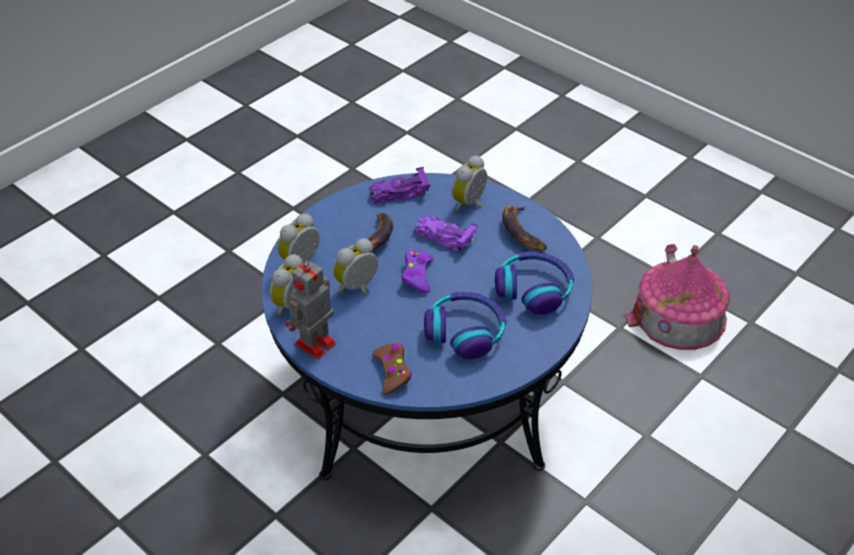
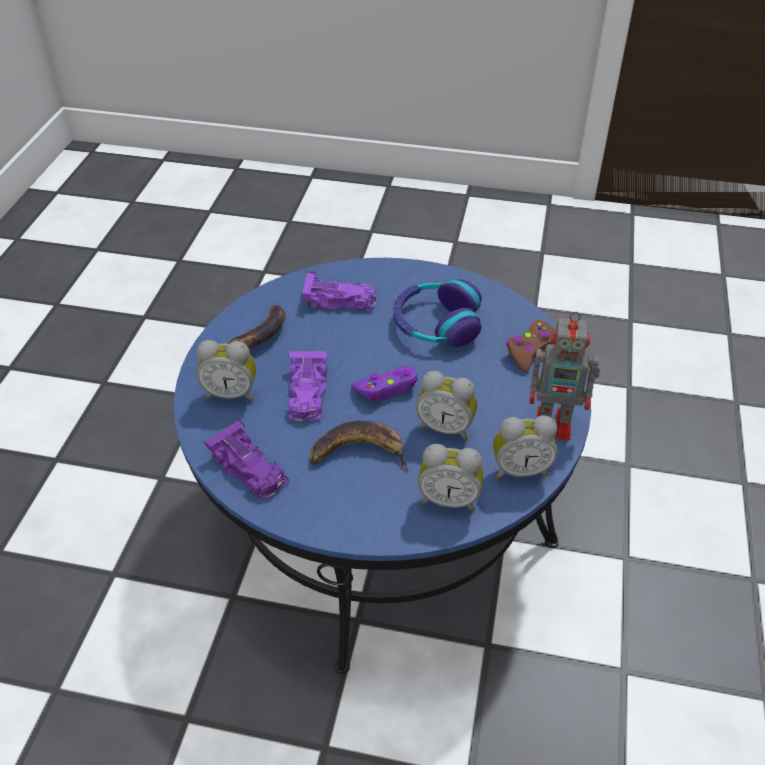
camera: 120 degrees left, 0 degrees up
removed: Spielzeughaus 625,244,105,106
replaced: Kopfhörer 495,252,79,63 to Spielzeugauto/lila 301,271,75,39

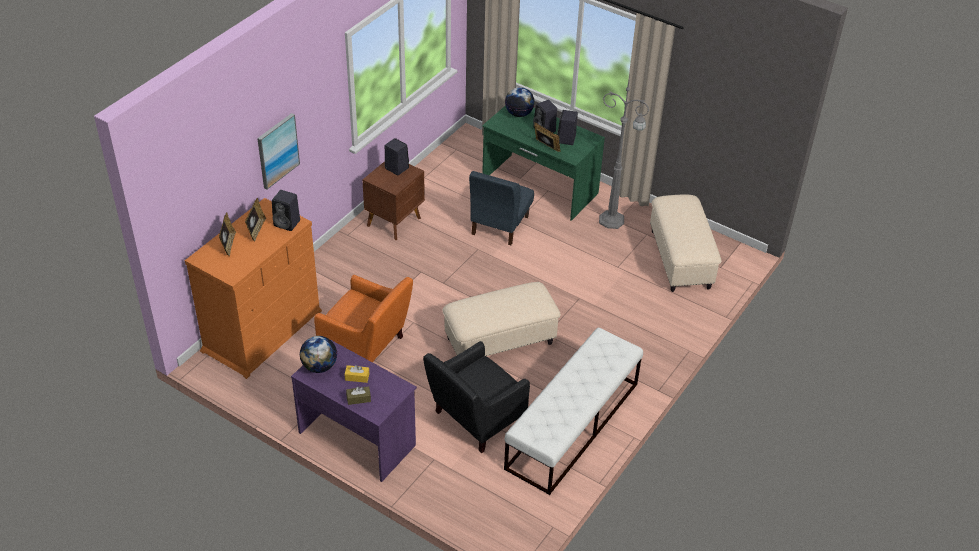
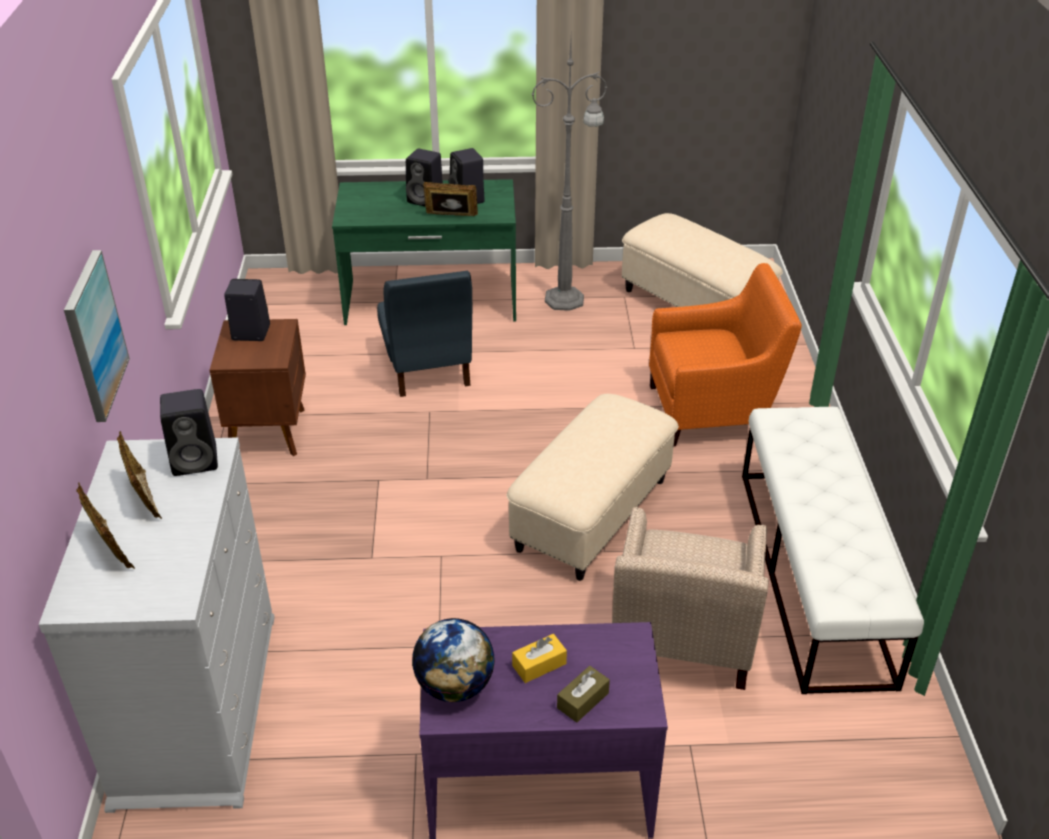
camera: 35 degrees left, 5 degrees down
removed: Globus 505,87,30,30
moved: Sessel/orange 314,275,99,87 to 649,263,153,183
recoloured: Kommode/orange 185,198,137,181 to Kommode/weiß 39,437,236,376; Sessel/schwarz 423,341,107,112 to Sessel/beige 612,507,157,183

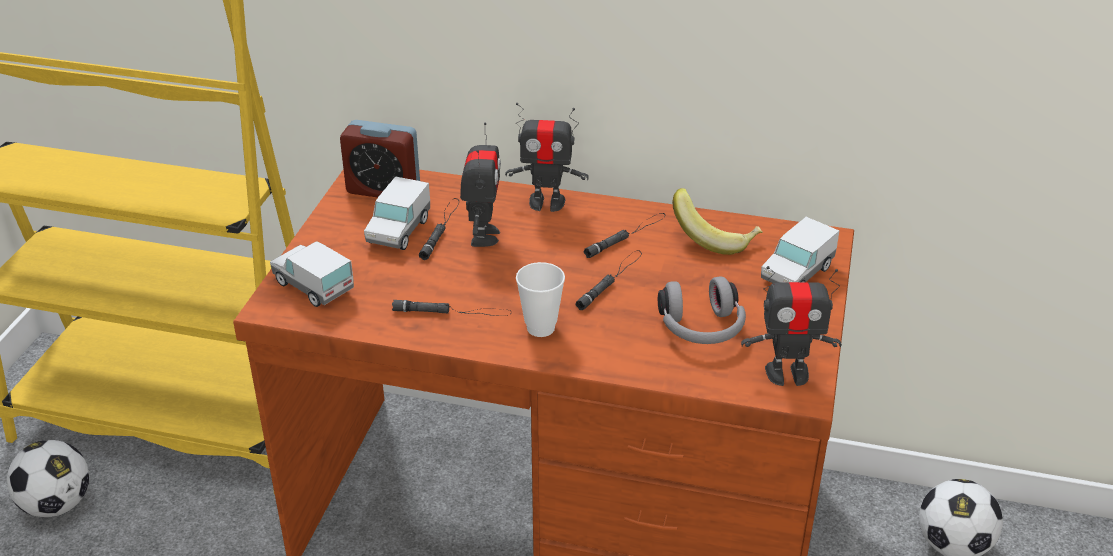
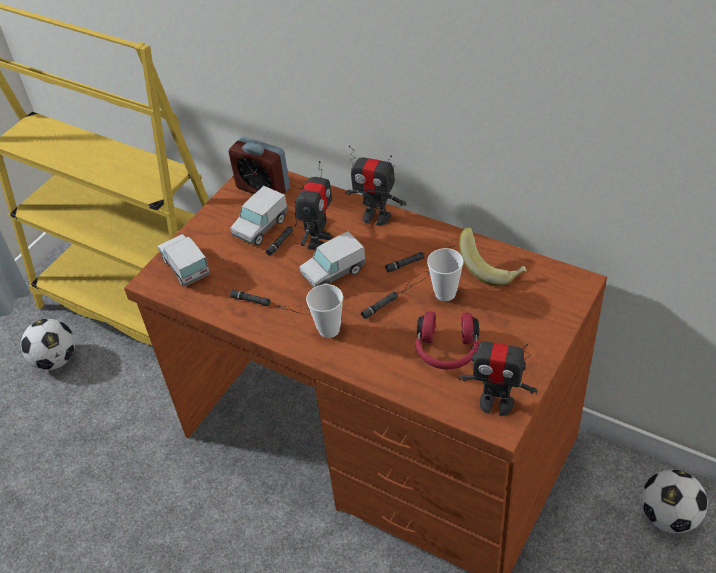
camera: 20 degrees right, 10 degrees up
added: Tasse 427,248,37,53
moved: Spielzeuglaster 761,217,78,66 to 299,231,66,56
recoloured: Kopfhörer/grau 658,277,88,67 to Kopfhörer/rot 415,311,65,58

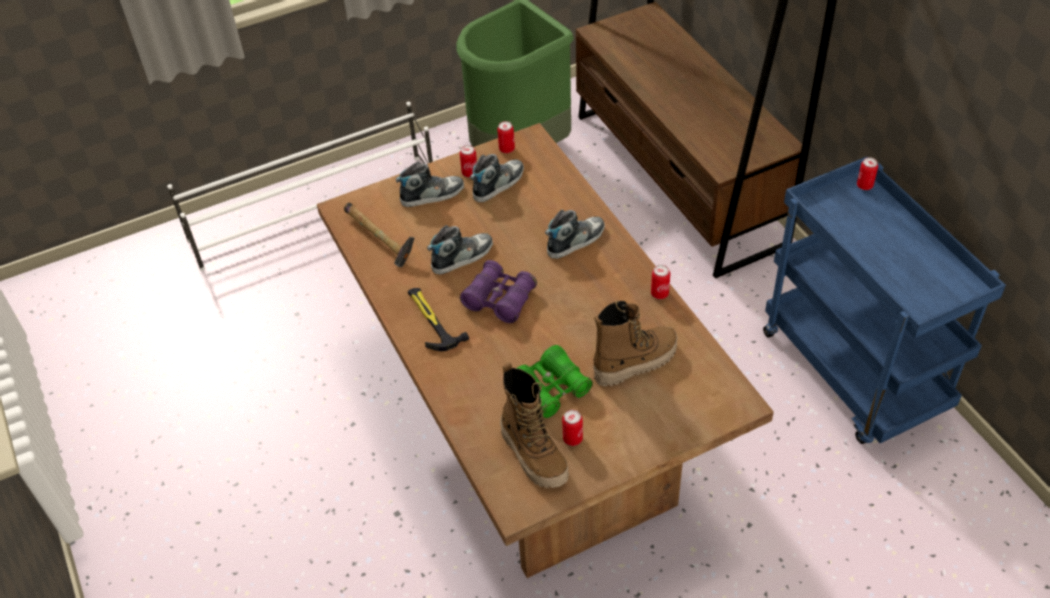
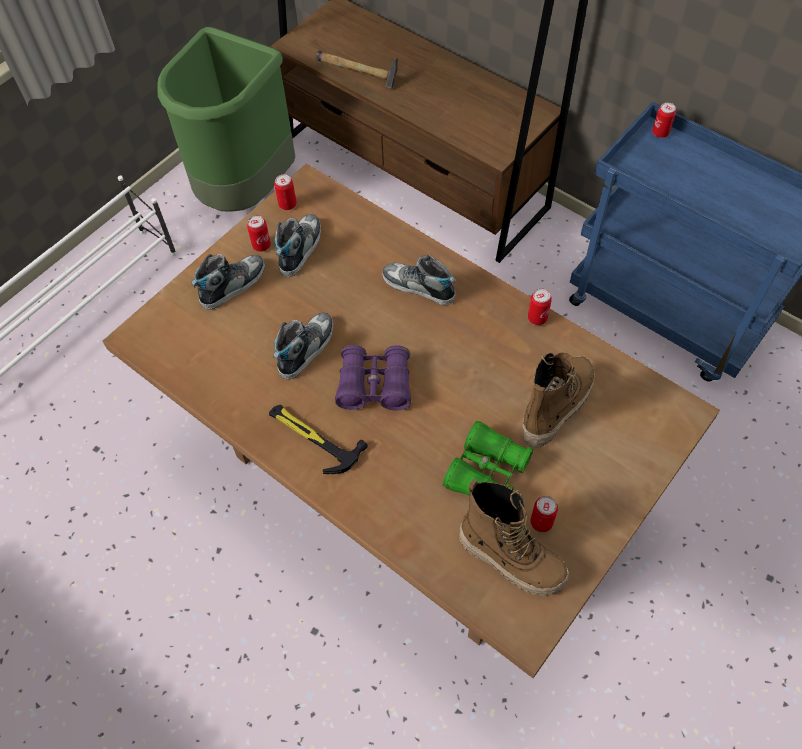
camera: 25 degrees left, 10 degrees up
moved: Hammer 344,202,70,65 to 316,51,81,38
turned: Schuh 545,209,60,50 = 382,255,73,50 90 degrees counterclockwise

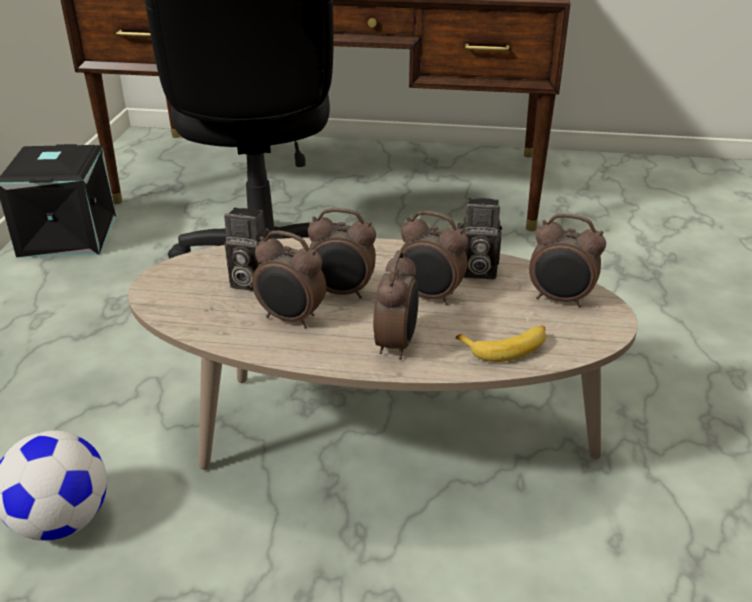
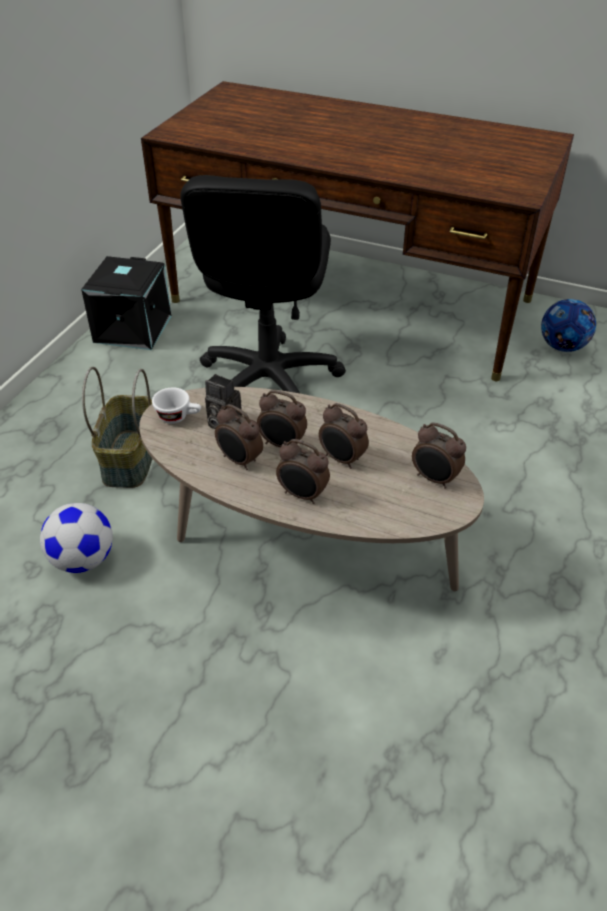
camera: 15 degrees right, 10 degrees up
removed: Kamera 457,198,45,81; Banane 456,326,90,36
added: Fußball 541,299,55,53; Korb 82,367,70,121; Tasse/weiß 152,387,49,37
turned: Wecker 373,250,46,110 = 276,439,54,65 90 degrees clockwise

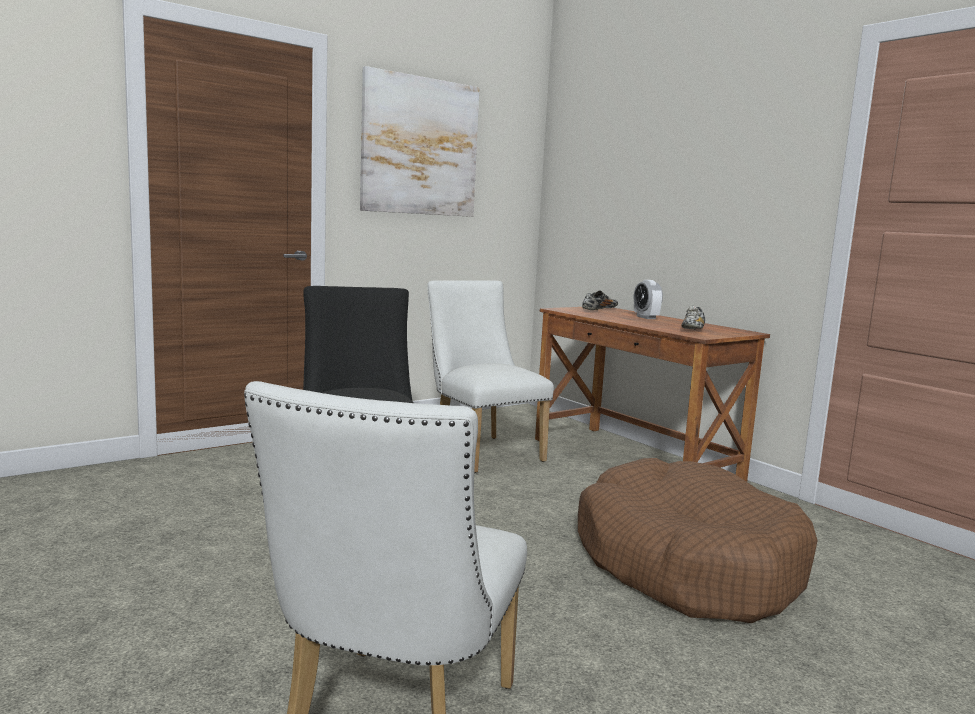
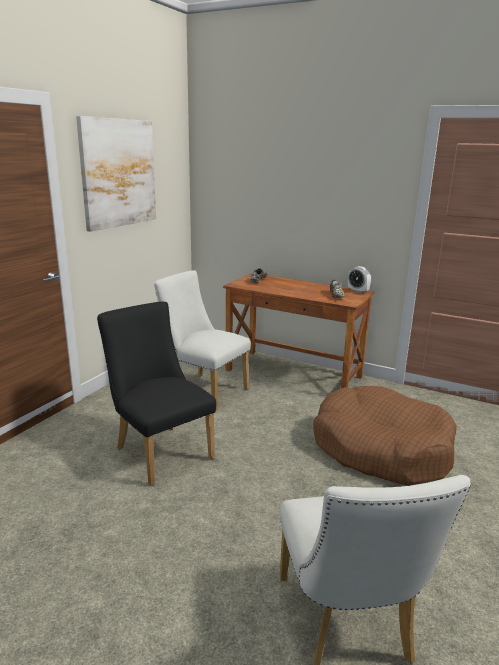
camera: 25 degrees left, 10 degrees up
moved: Wecker 634,280,29,39 to 348,266,23,28

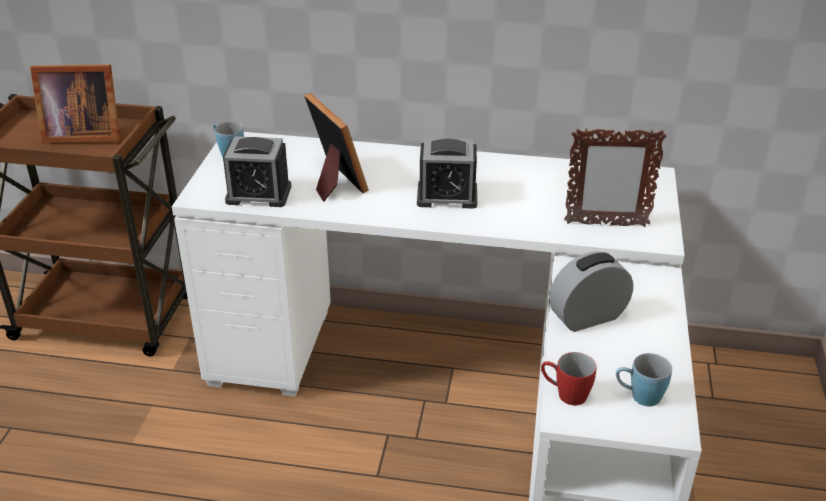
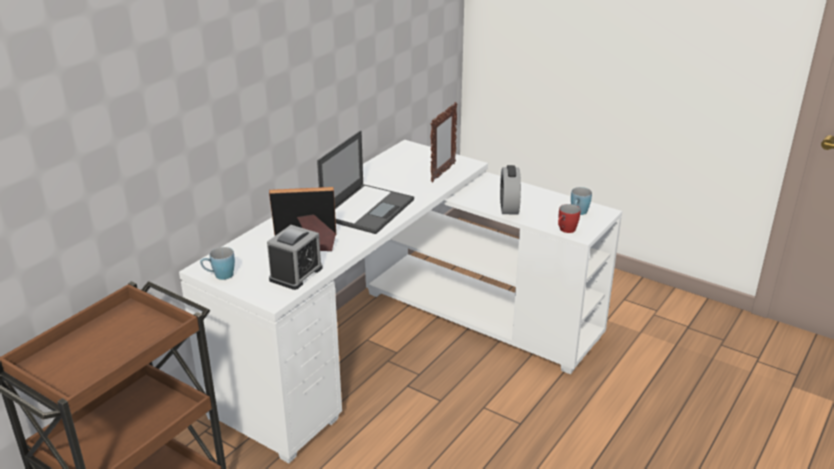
camera: 65 degrees left, 5 degrees down
removed: Bilderrahmen 30,64,90,79
replaced: Wecker 417,138,60,70 to Laptop 317,131,97,103

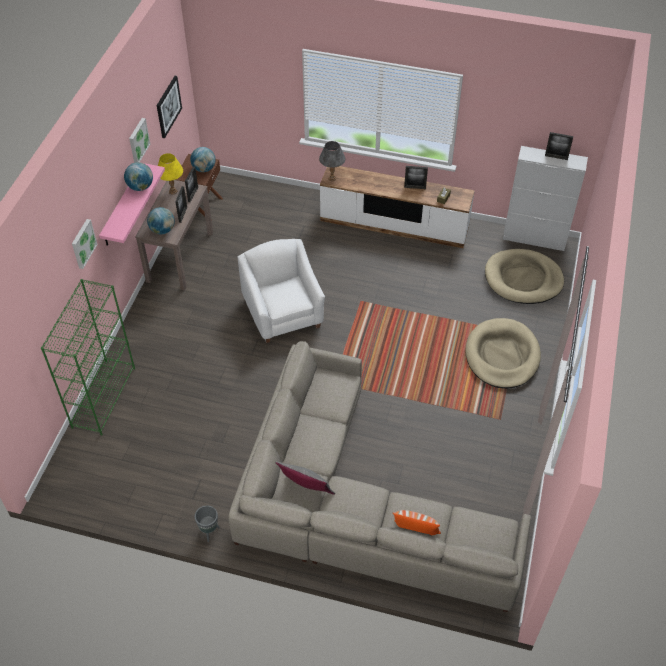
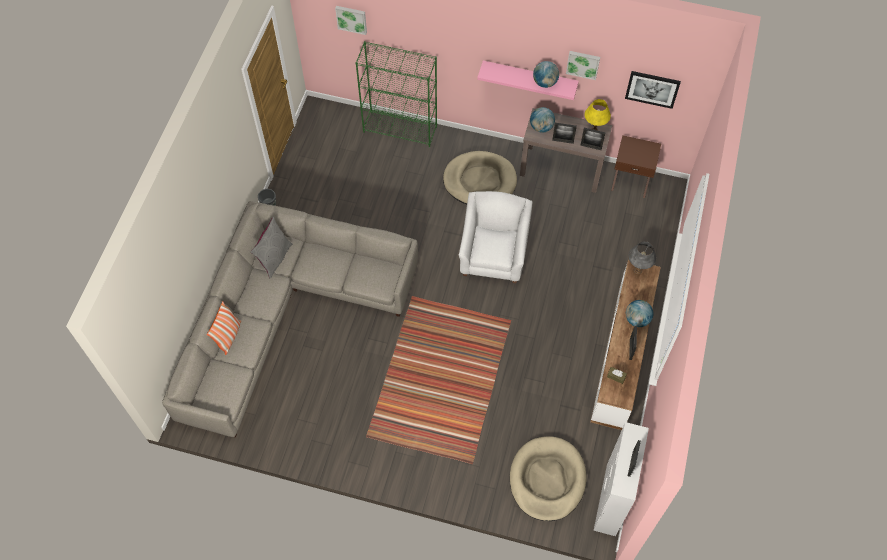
camera: 90 degrees right, 10 degrees up
moved: Globus 190,147,26,25 to 626,300,27,27; Bild 72,219,26,50 to 335,6,32,29; Hundebett/beige 465,318,76,71 to 443,151,74,53
turned: Sessel/weiß 237,239,88,104 = 459,191,73,92 60 degrees counterclockwise

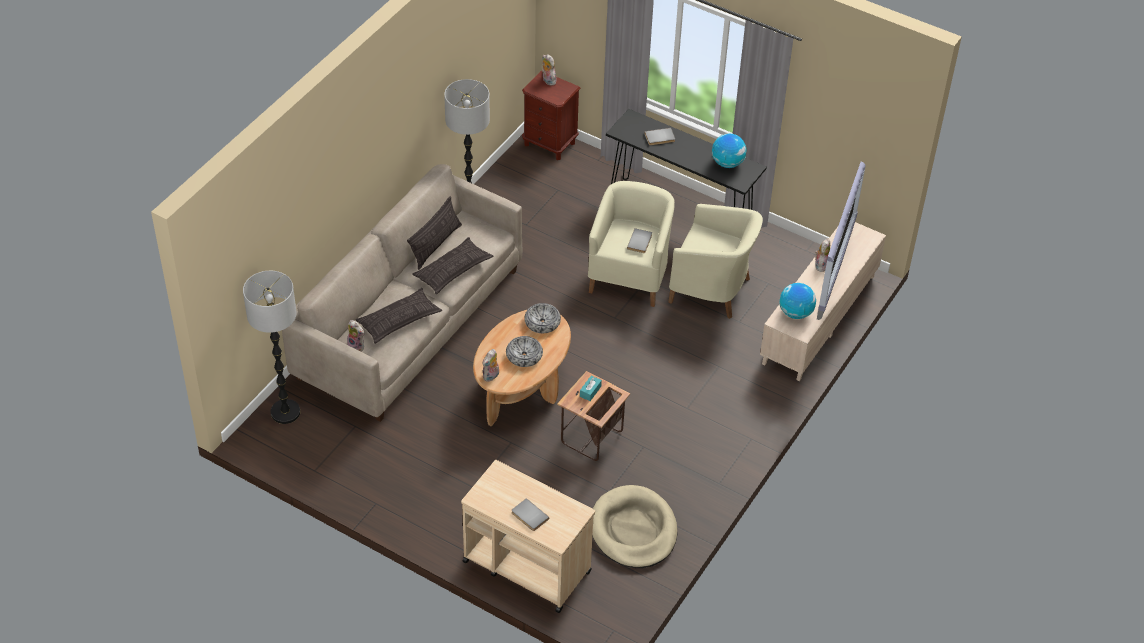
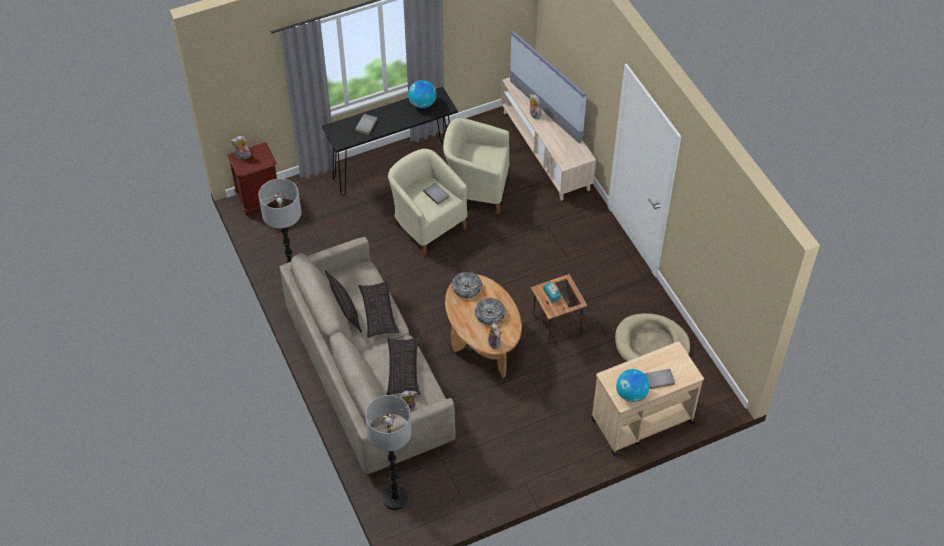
camera: 55 degrees left, 5 degrees up
moved: Globus 779,283,37,36 to 616,369,34,33
turned: Sessel/beige 668,204,95,115 = 443,118,67,96 135 degrees counterclockwise

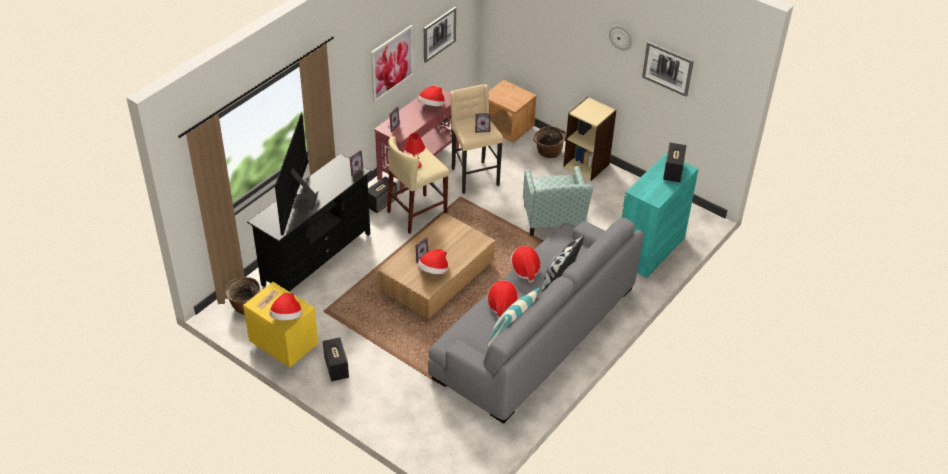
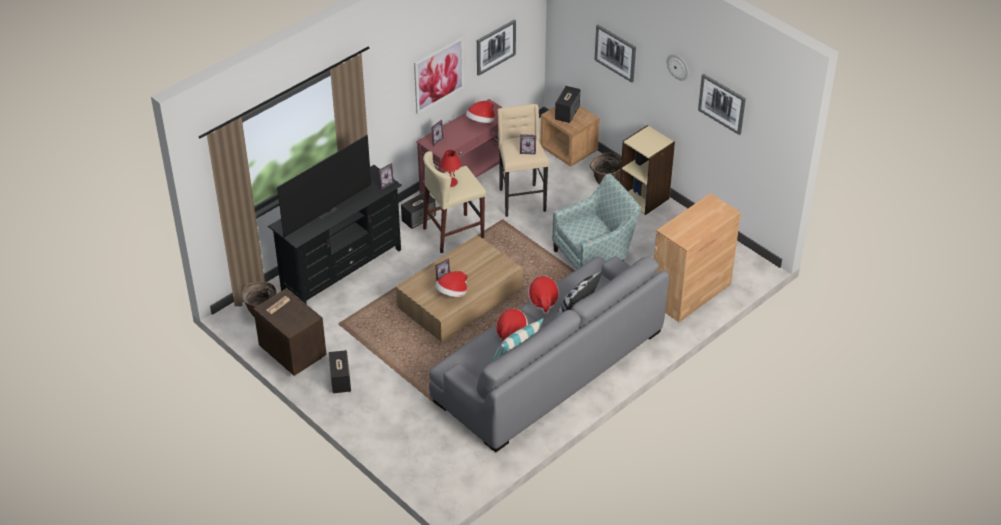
camera: 10 degrees right, 0 degrees up
removed: Hut 269,293,33,27
added: Bild 595,24,41,59
moved: Lautsprecher 663,143,23,39 to 555,86,25,37
recoloured: Schrank/türkis 622,154,76,124 to Schrank/braun 654,193,87,129; Nachttisch/gelb 243,282,75,86 to Nachttisch/braun 253,288,74,88
turned: Fernseher 275,113,43,122 = 277,135,94,103 150 degrees counterclockwise; Sessel 523,166,70,70 = 552,173,89,97 120 degrees counterclockwise

